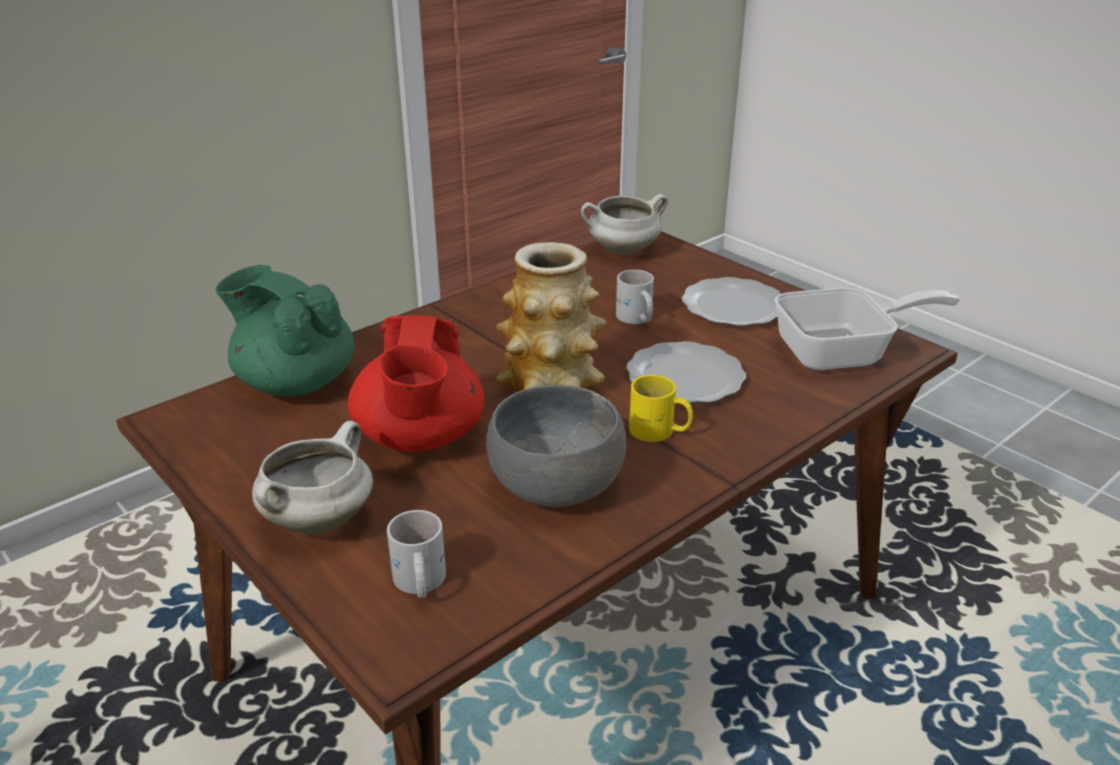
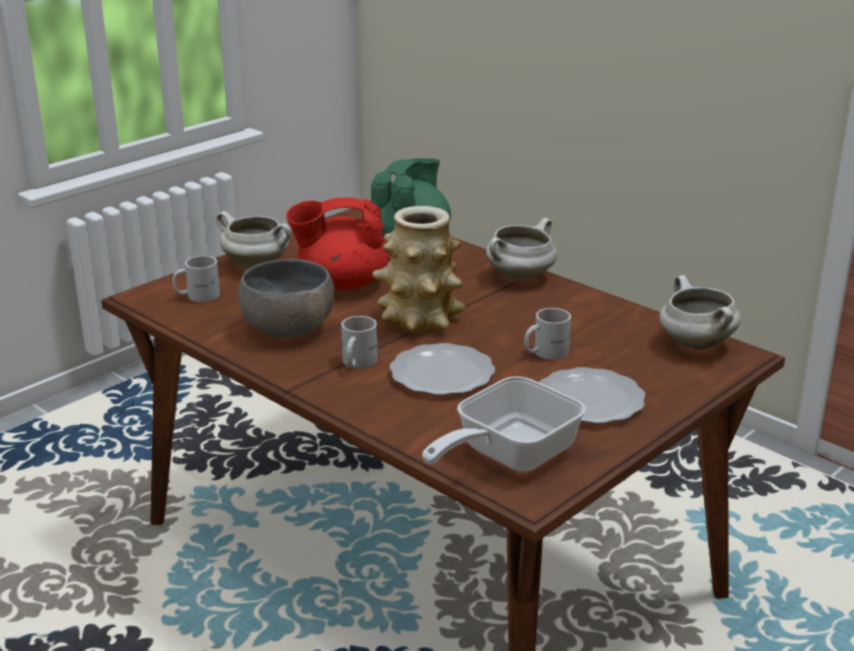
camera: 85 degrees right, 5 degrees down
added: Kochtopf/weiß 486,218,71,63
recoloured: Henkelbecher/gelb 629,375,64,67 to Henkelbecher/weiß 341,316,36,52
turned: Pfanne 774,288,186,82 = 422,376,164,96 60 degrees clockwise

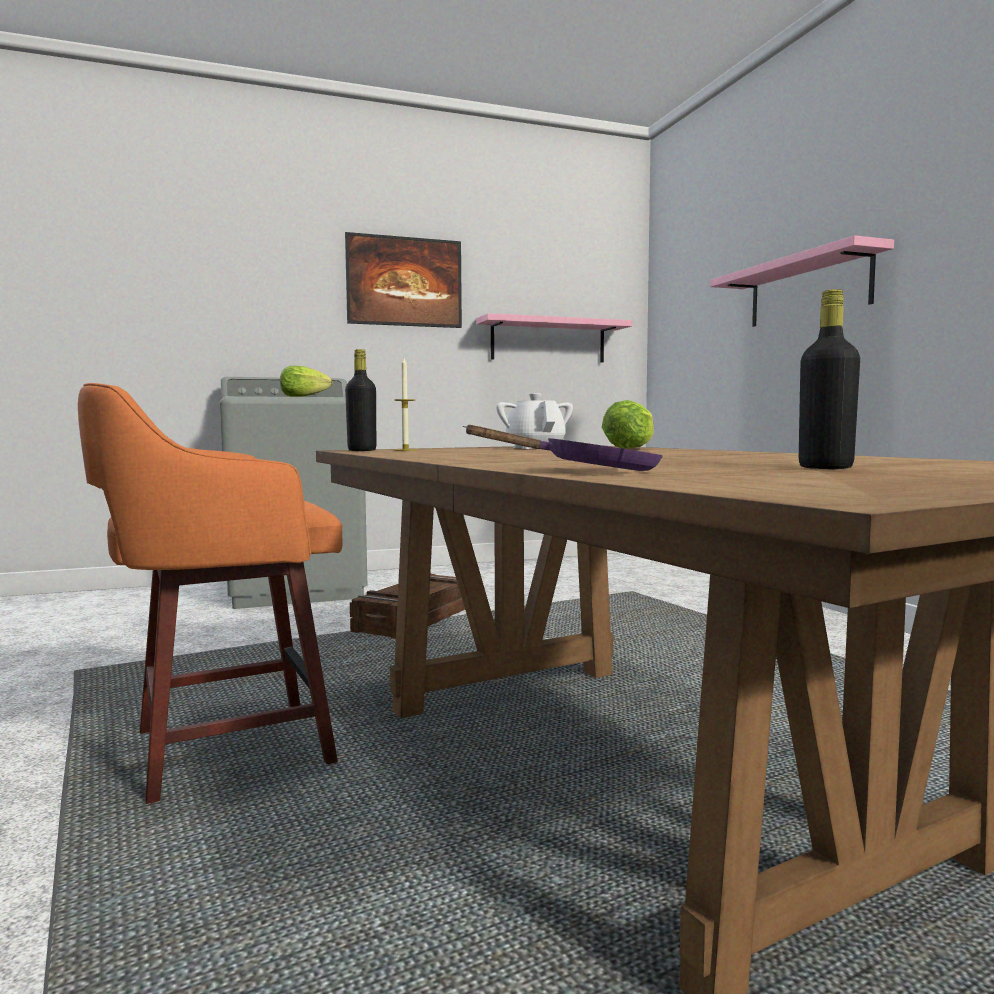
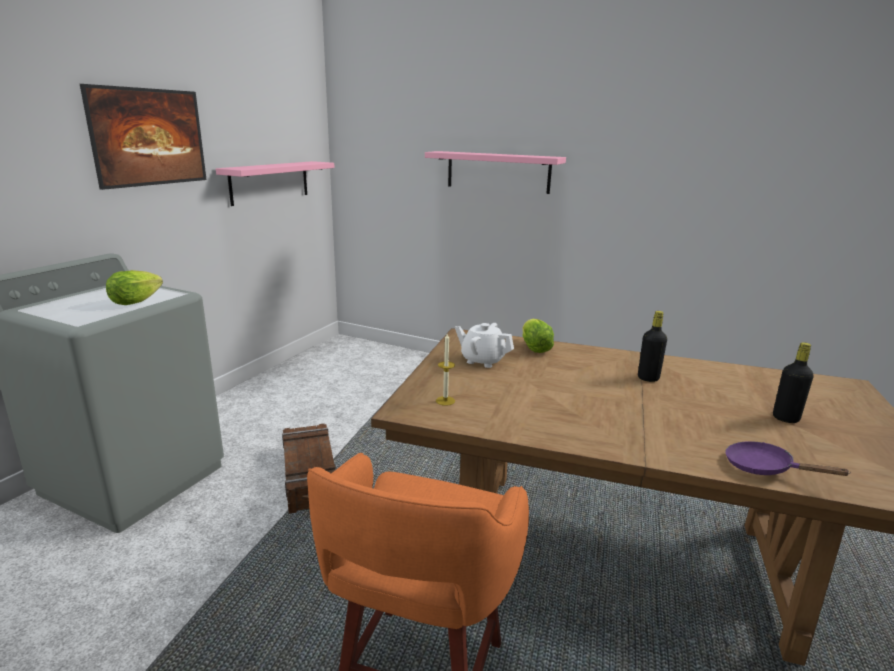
camera: 45 degrees left, 15 degrees up
moved: Flasche/schwarz 345,349,31,102 to 638,311,29,71
turned: Pfanne/lila 463,425,200,46 = 725,441,125,35 90 degrees counterclockwise

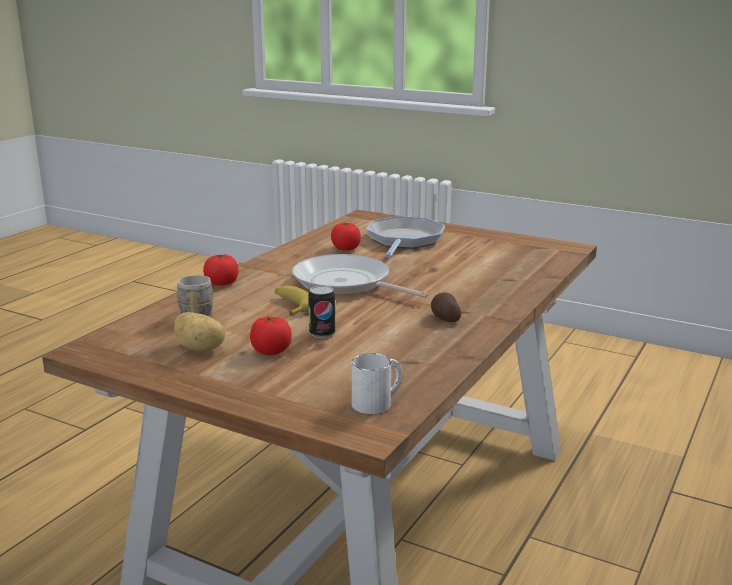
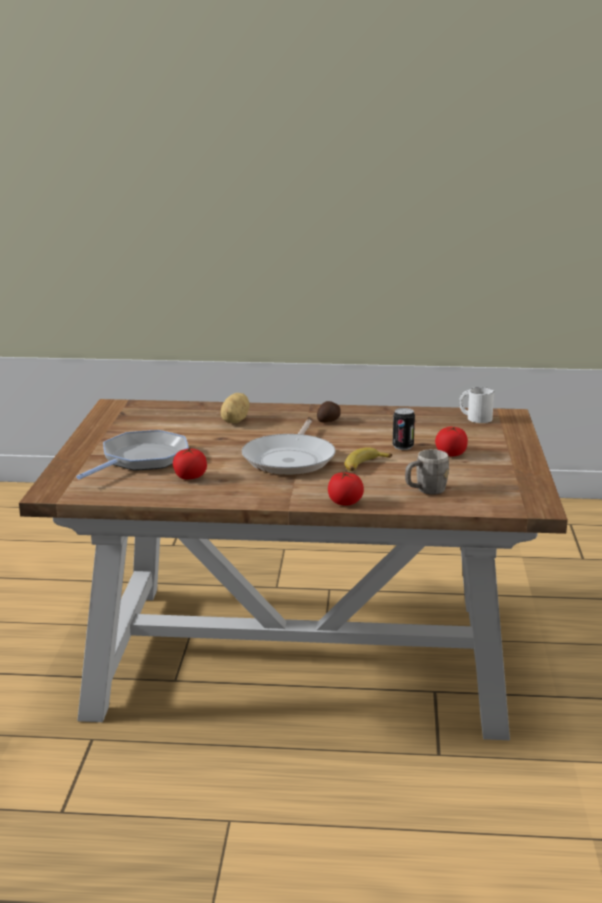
camera: 115 degrees left, 0 degrees up
moved: Kartoffel 174,312,51,39 to 221,393,29,30
turned: Pfanne 366,216,79,42 = 76,430,113,49 135 degrees clockwise

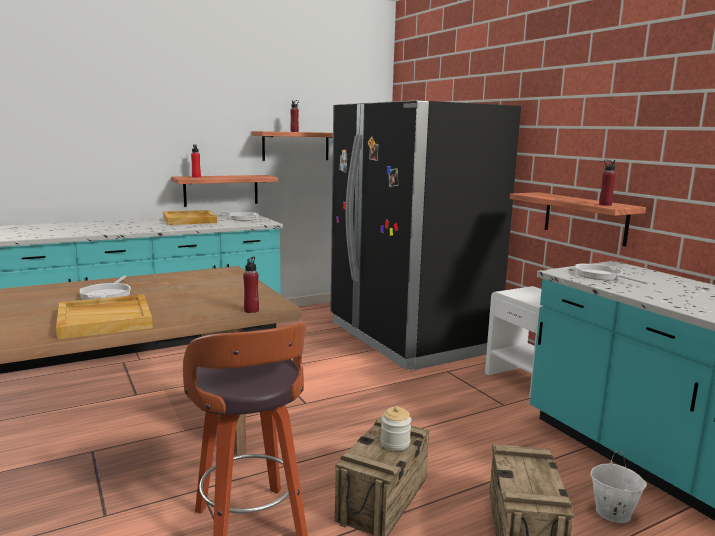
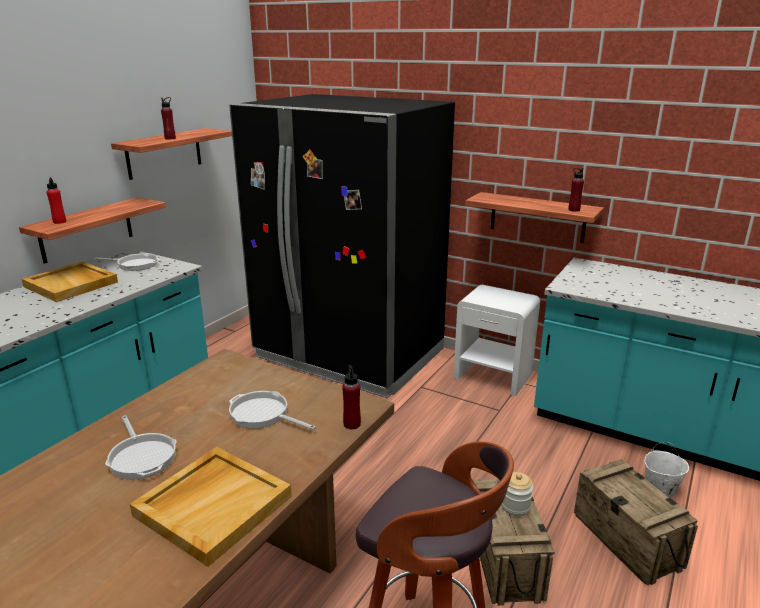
camera: 30 degrees left, 10 degrees up
moved: Pfanne 575,263,74,21 to 229,391,87,39

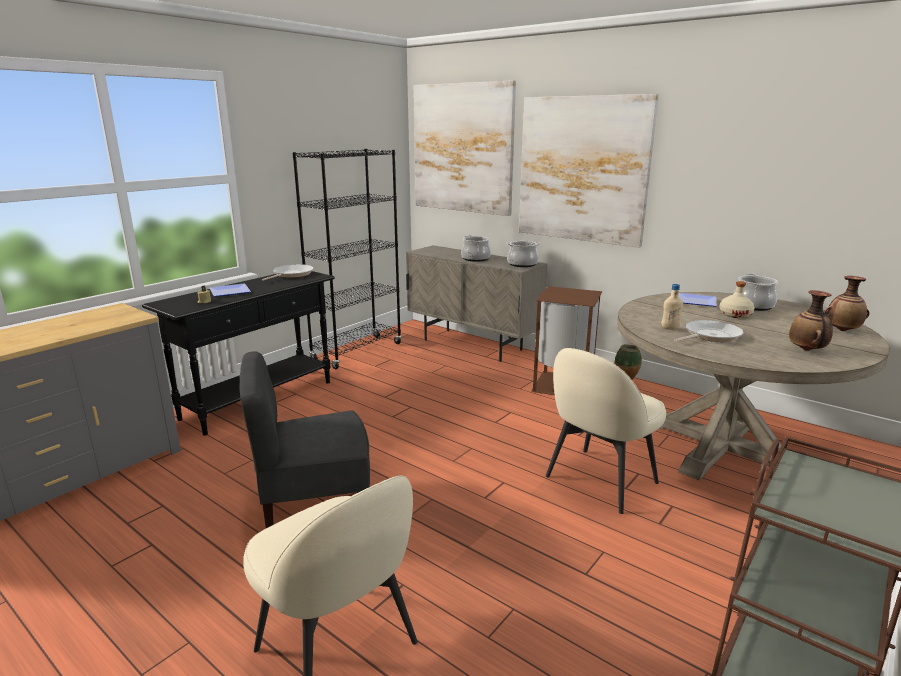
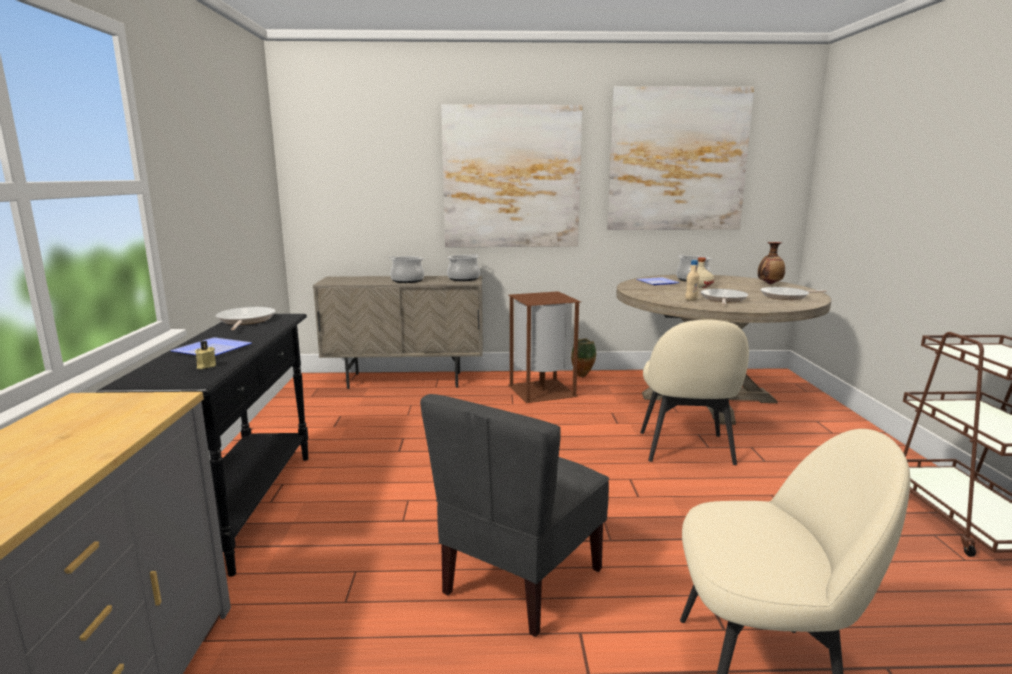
camera: 40 degrees left, 5 degrees down
removed: Bücherregal/schwarz 292,149,110,220
moved: Bild 413,81,103,135 to 607,86,147,144
replaced: Vase 789,290,44,61 to Pfanne 760,287,67,13

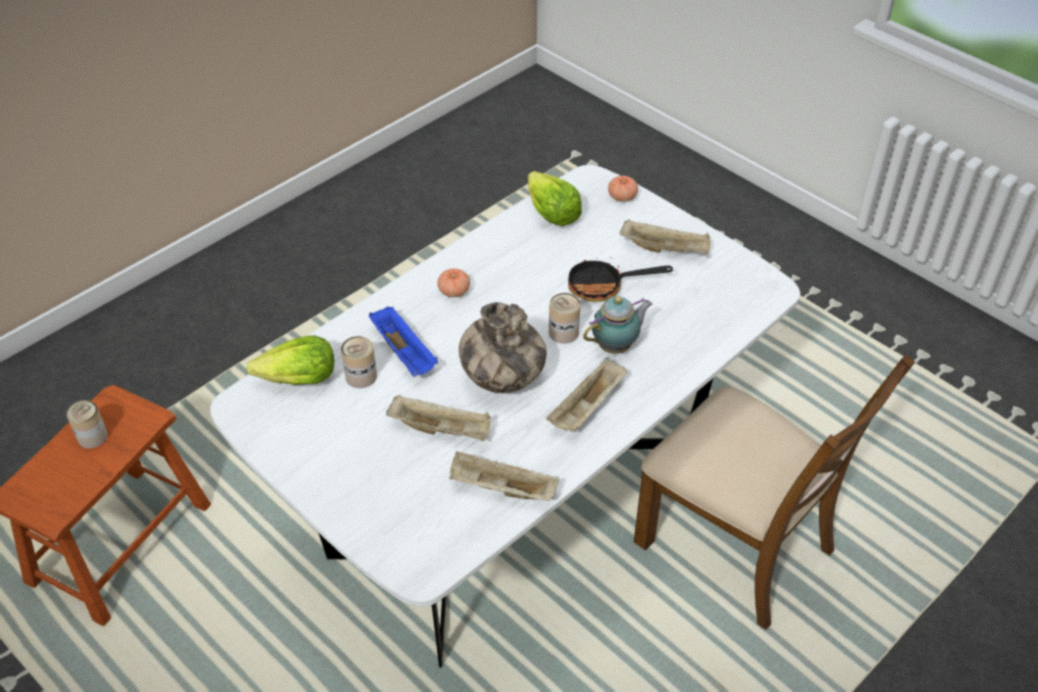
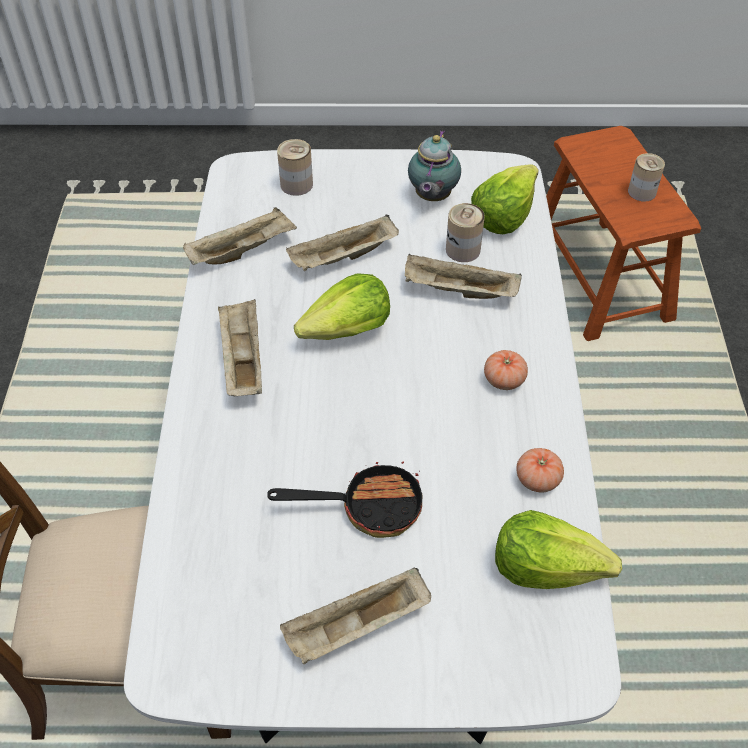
camera: 135 degrees right, 5 degrees up
moved: Tomate 608,176,30,26 to 516,448,48,44; Dose 549,293,31,51 to 277,139,36,57; Teekanne 583,296,69,58 to 408,130,53,71
replaced: Vase 459,302,88,91 to Salatkopf 294,273,96,67
recoloured: Tablett/blau 369,306,69,70 to Tablett/beige 405,254,117,45
turned: Pfanne 568,251,105,51 = 267,462,156,76 45 degrees clockwise

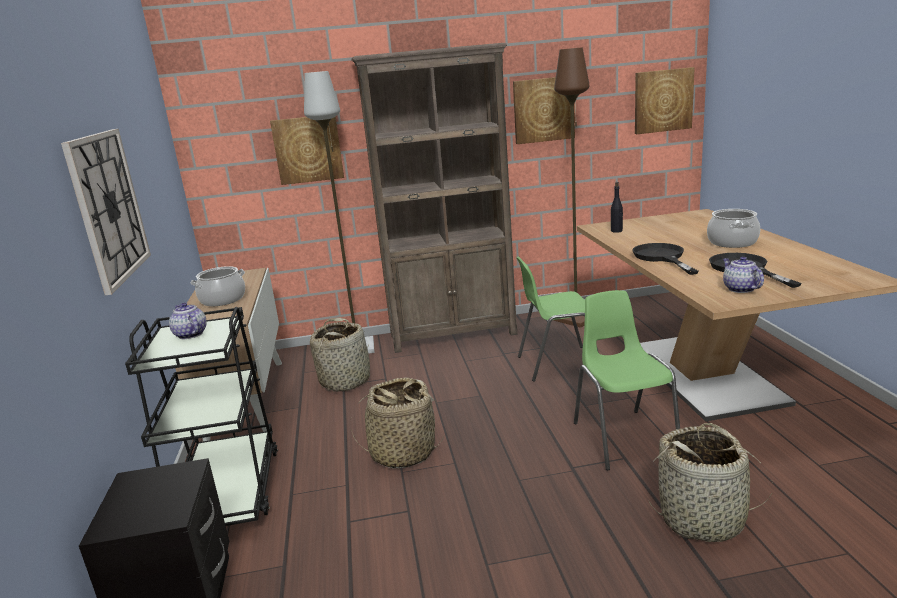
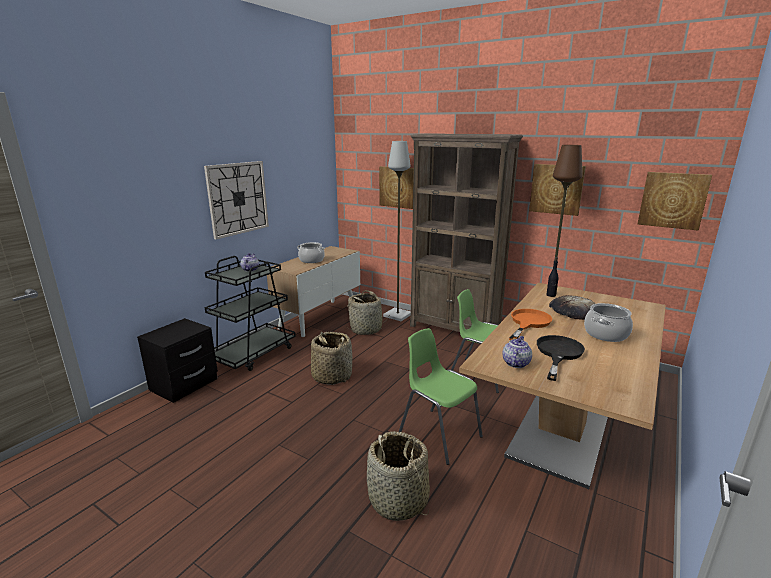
camera: 40 degrees right, 0 degrees up
added: Brot 549,295,47,25
recoloured: Pfanne/schwarz 632,243,67,32 to Pfanne/orange 509,309,43,31
turned: Stuhl/grün 574,290,106,180 = 399,328,84,137 75 degrees counterclockwise

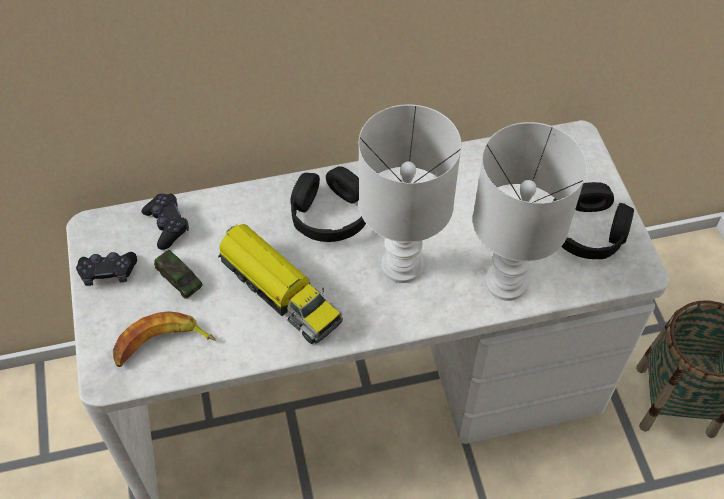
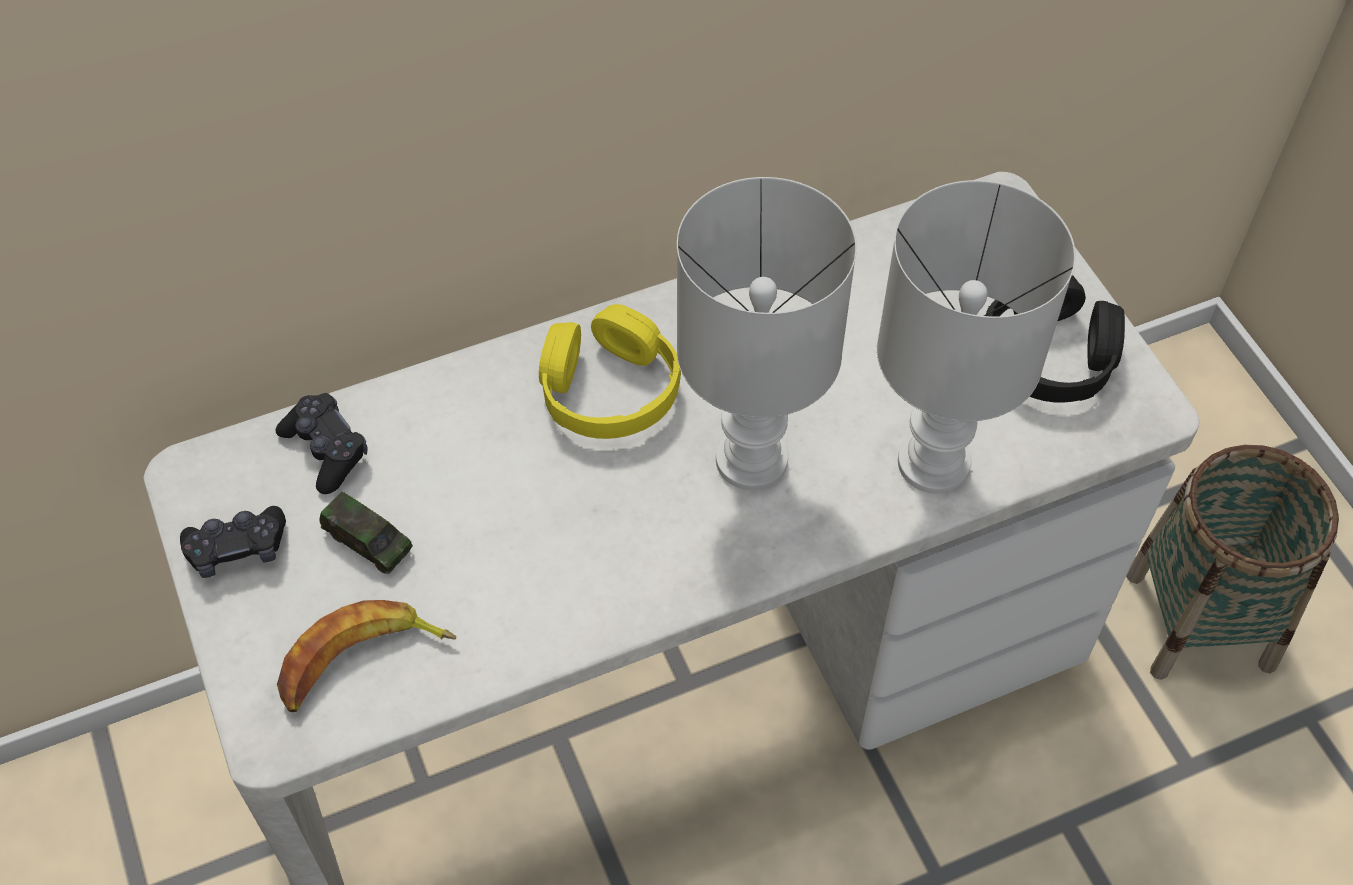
camera: 10 degrees left, 0 degrees up
removed: Spielzeuglaster 218,224,125,120
recoloured: Kopfhörer/schwarz 290,166,76,76 to Kopfhörer/gelb 539,304,142,135

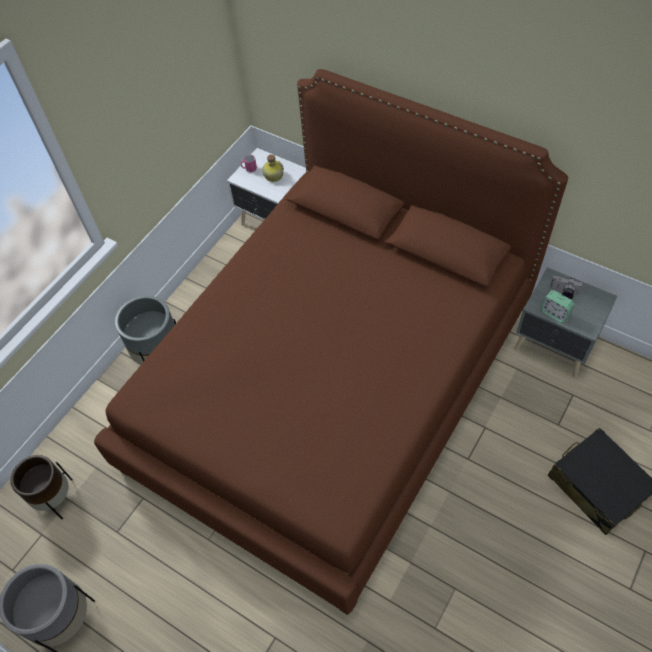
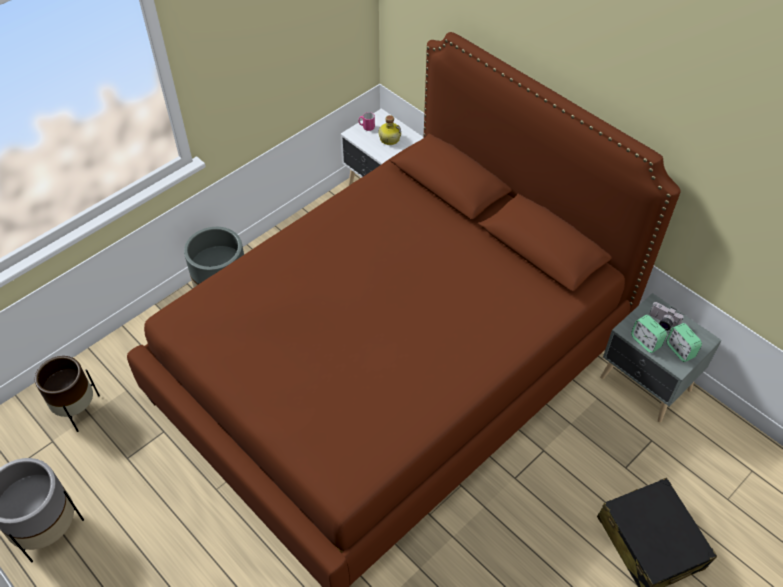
camera: 10 degrees right, 5 degrees down
added: Wecker 666,323,36,39

